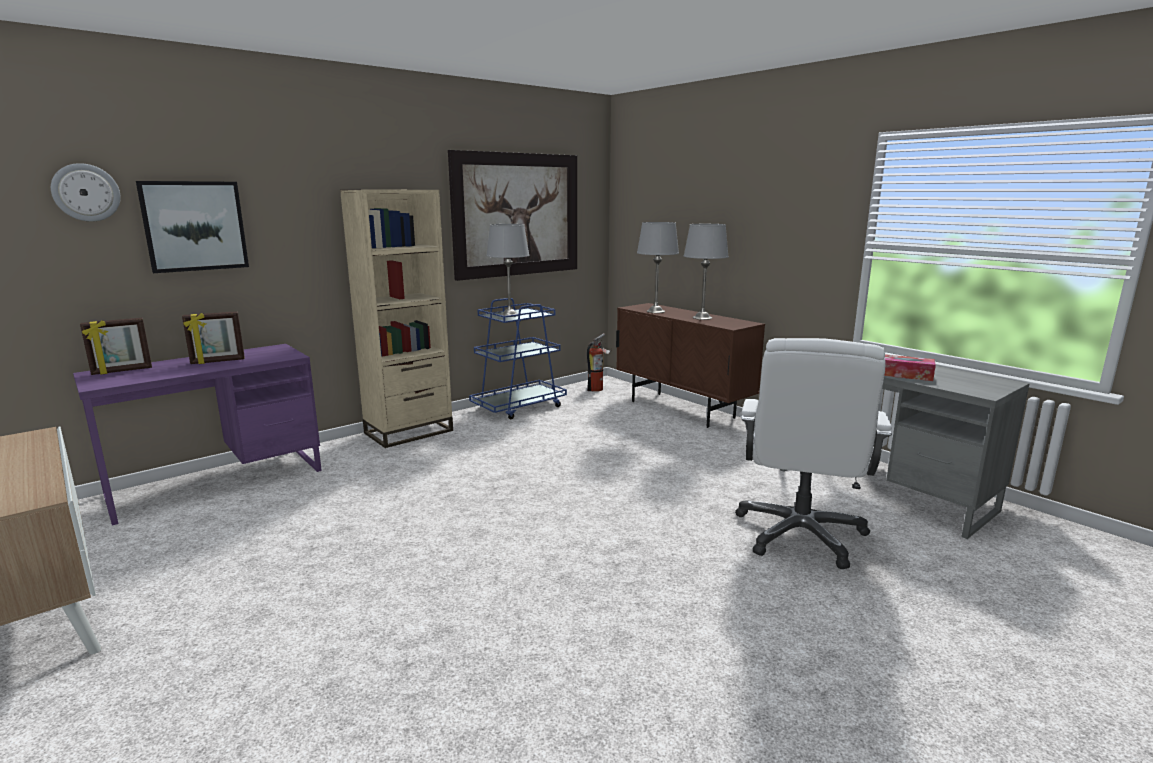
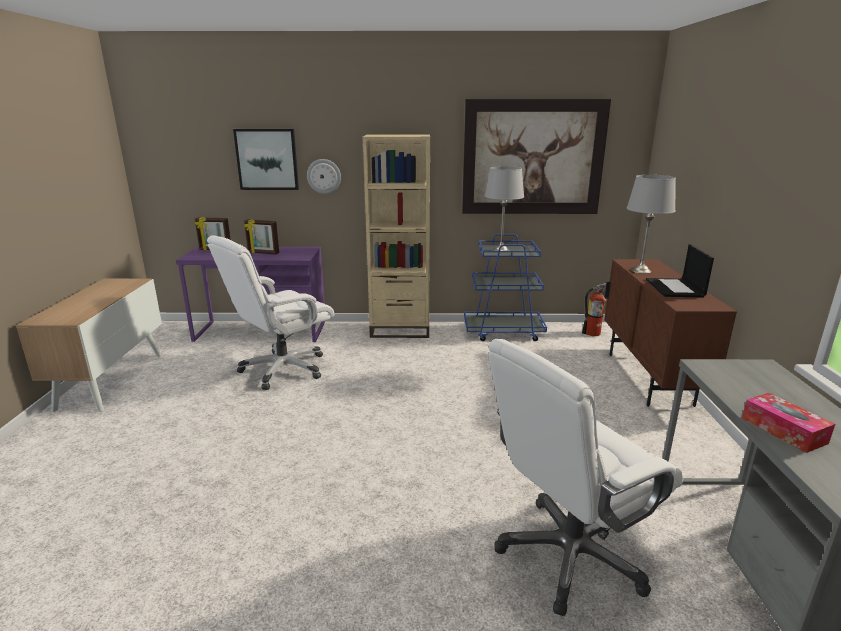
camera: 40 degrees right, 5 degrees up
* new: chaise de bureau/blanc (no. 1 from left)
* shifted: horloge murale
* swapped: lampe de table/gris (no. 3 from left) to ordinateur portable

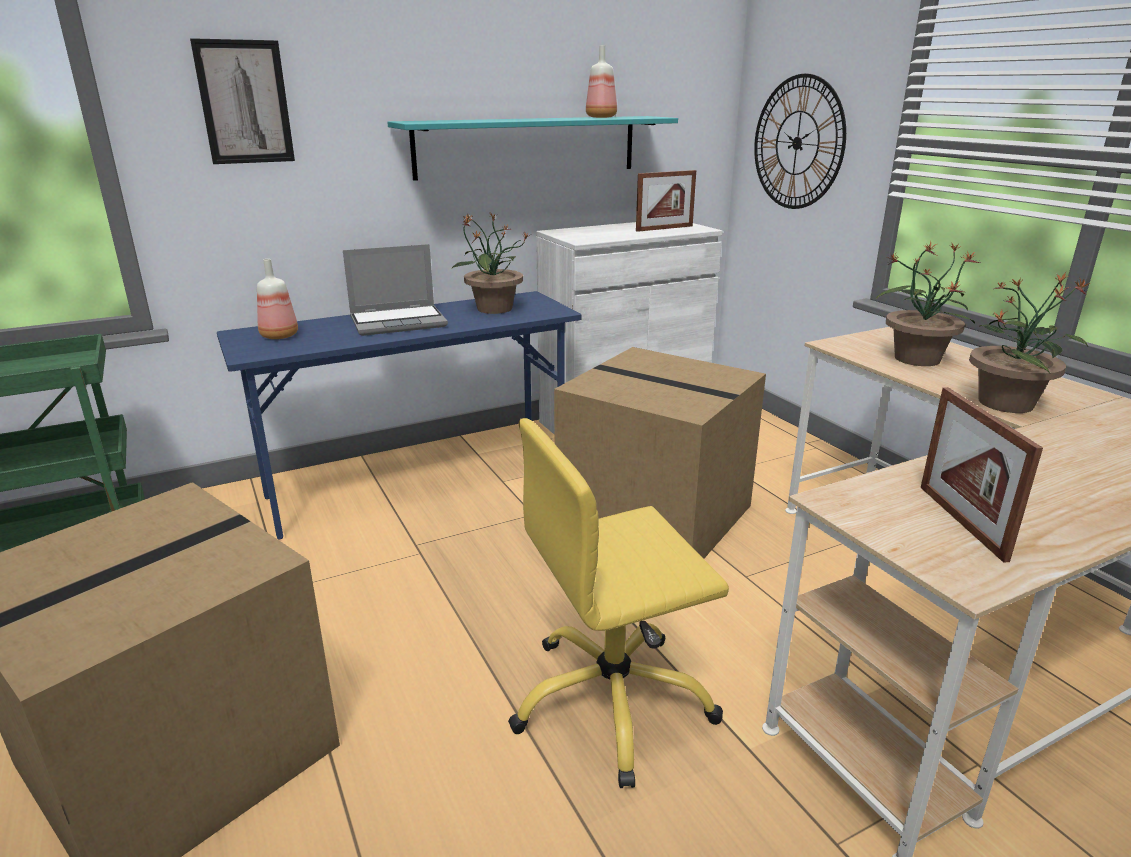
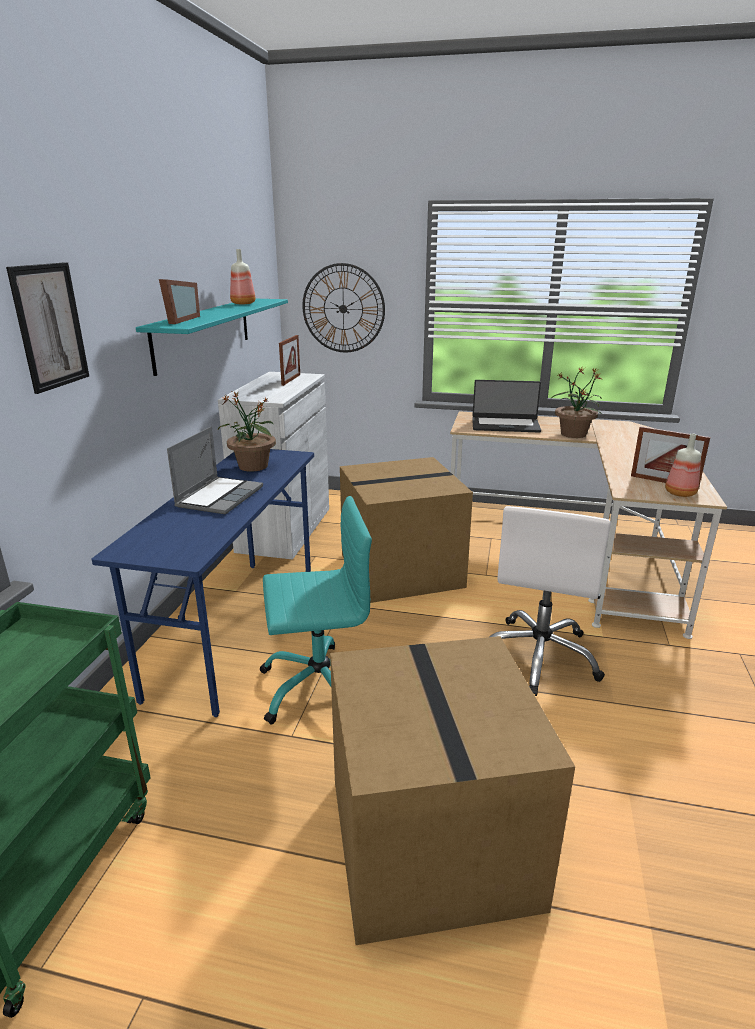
camera: 50 degrees left, 0 degrees up
* new: cadre photo (no. 1 from left)
* new: chaise de bureau/turquoise
* swapped: plante en pot (no. 2 from left) to ordinateur portable (no. 2 from left)
* repainted: chaise de bureau/jaune to chaise de bureau/blanc
* shifted: bouteille (no. 1 from left in the first image) to bouteille (no. 2 from left)

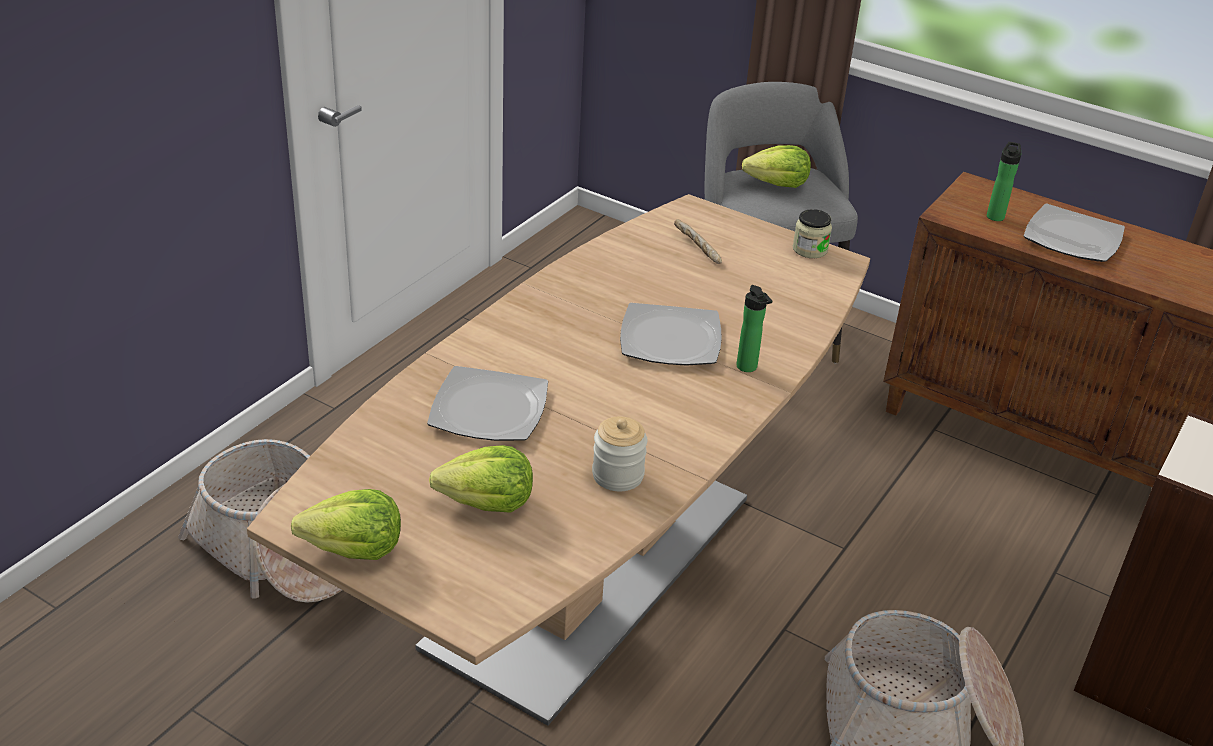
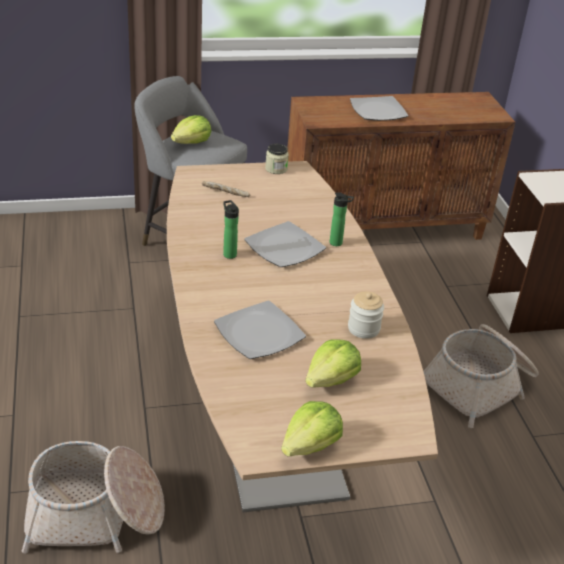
camera: 45 degrees left, 0 degrees up
* shifted: bouteille (no. 2 from left in the first image) to bouteille (no. 1 from left)

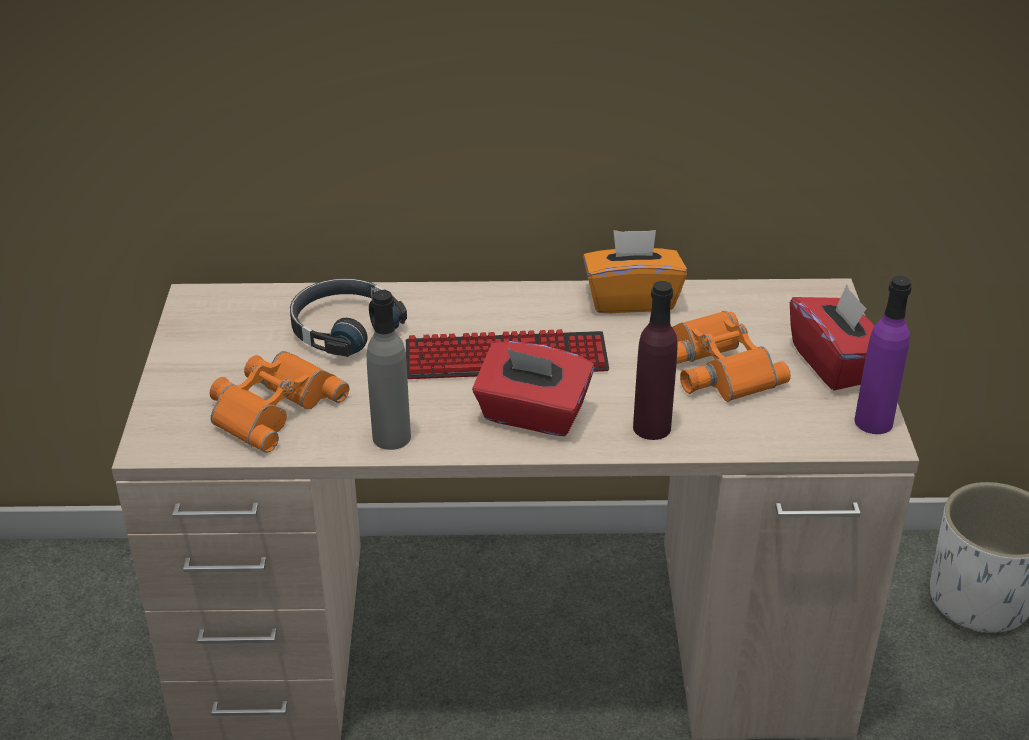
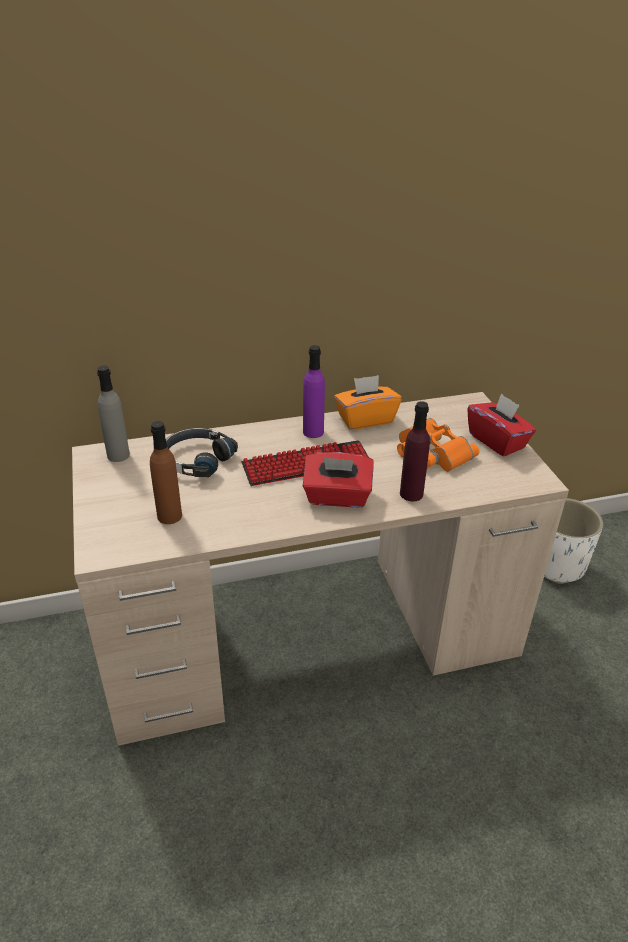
camera: 15 degrees left, 0 degrees up
* shifted: bouteille/gris
* swapped: jumelles/orange (no. 1 from left) to bouteille/marron
* shifted: bouteille/violet (no. 2 from left in the first image) to bouteille/violet (no. 1 from left)

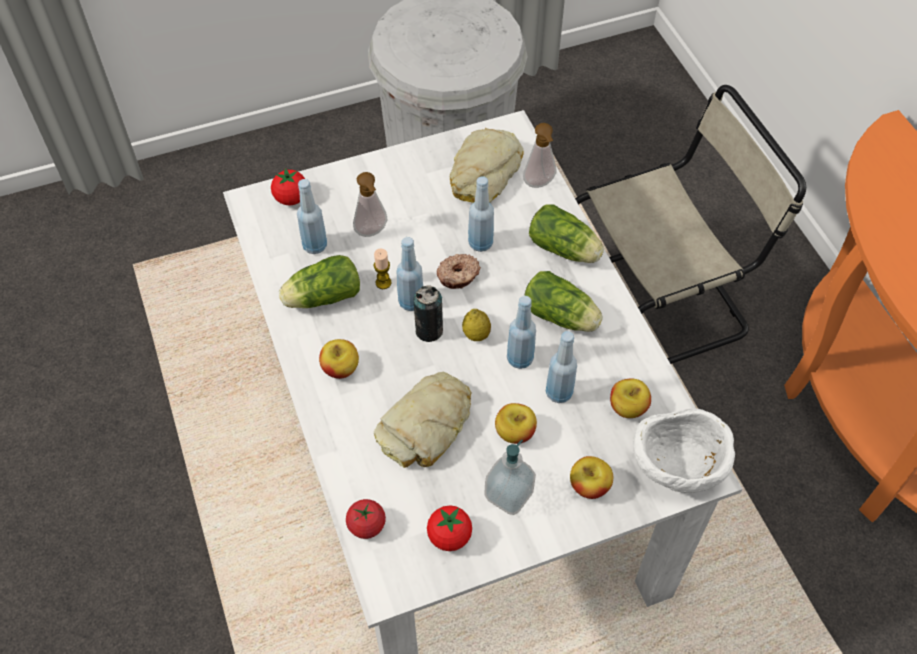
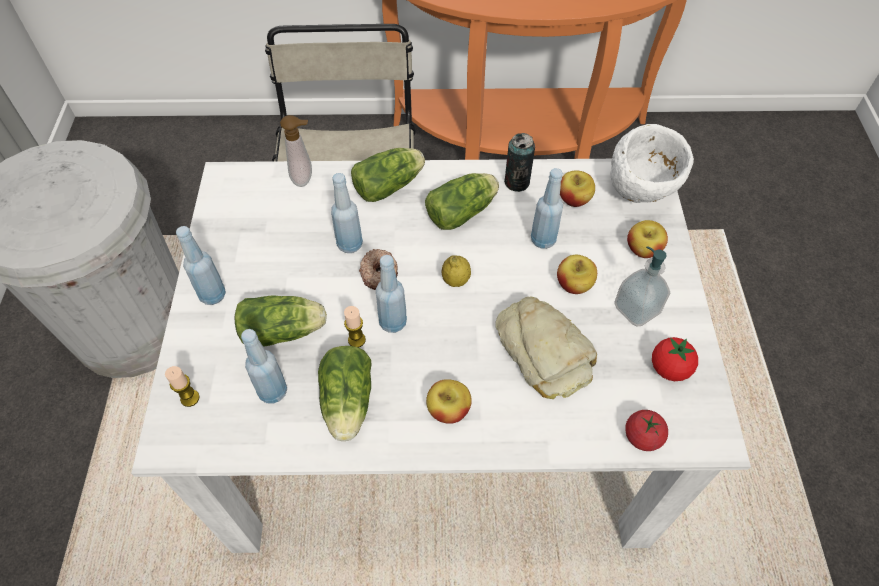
camera: 70 degrees left, 0 degrees up
* swapped: tomate (no. 1 from left) to bougie (no. 1 from left)
* shifted: bouteille/bleu (no. 4 from left in the first image) to bouteille/bleu (no. 1 from left)
* swapped: distributeur de savon (no. 1 from left) to laitue (no. 1 from left)
* shifted: boîte métallique
* gone: pain (no. 2 from left)

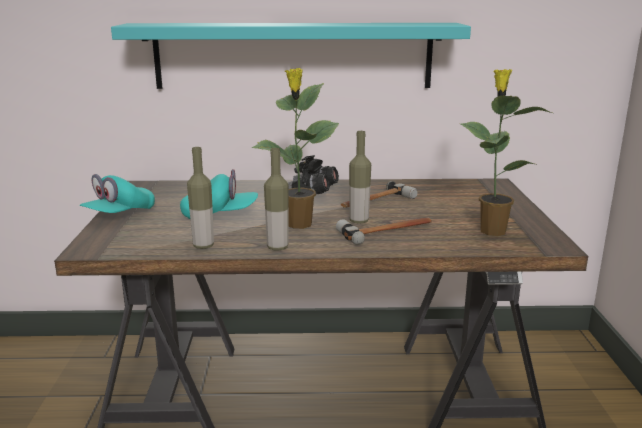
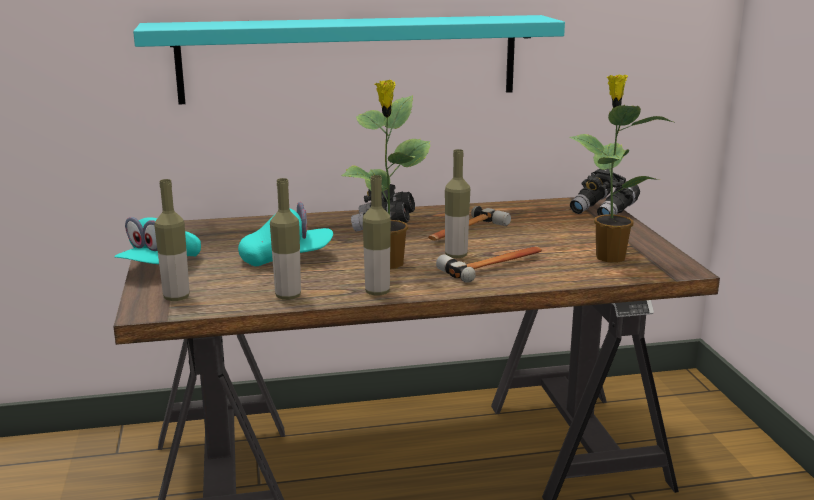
camera: 10 degrees left, 0 degrees up
* new: bouteille (no. 1 from left)
* new: jumelles/noir (no. 2 from left)

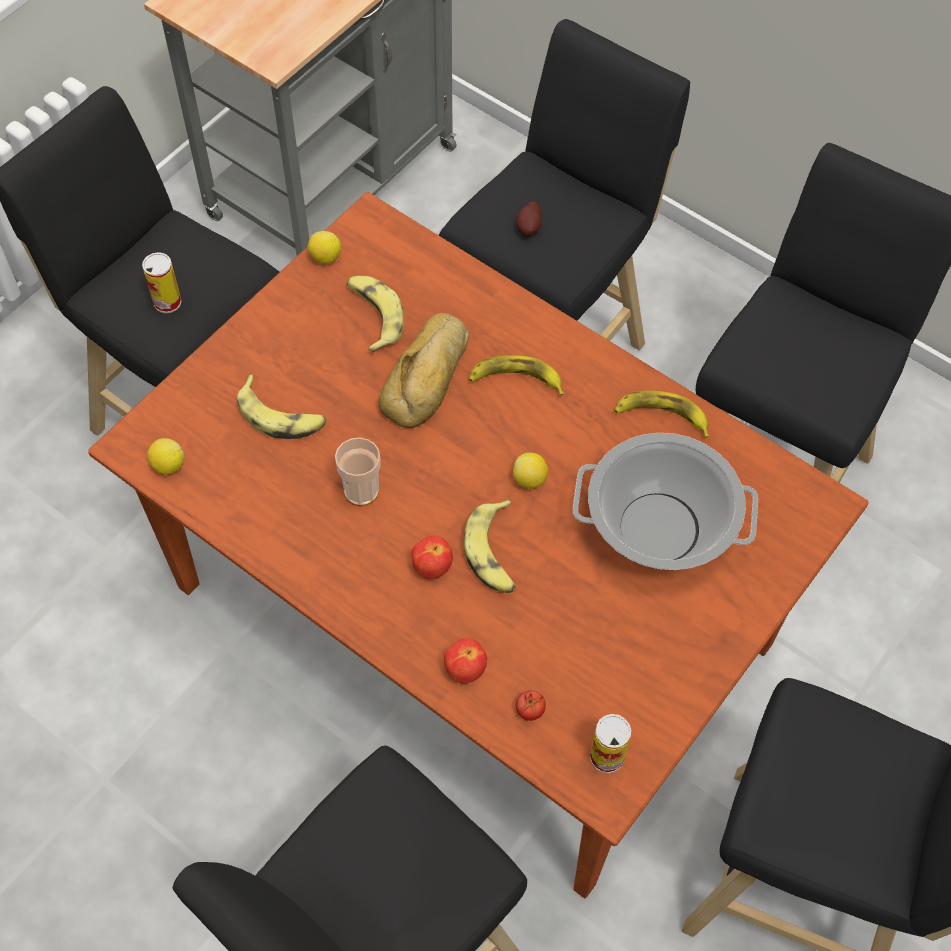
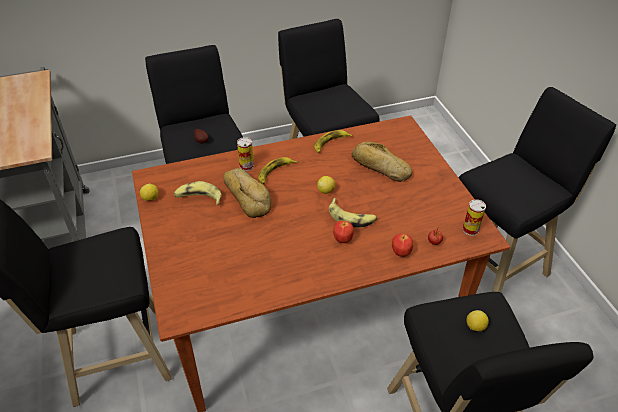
camera: 55 degrees left, 15 degrees down
* shifted: boîte métallique (no. 1 from left)
* swapped: marmite to pain (no. 2 from left)
* shifted: citron (no. 1 from left in the first image) to citron (no. 3 from left)
* gone: banane (no. 1 from left)
* gone: tasse

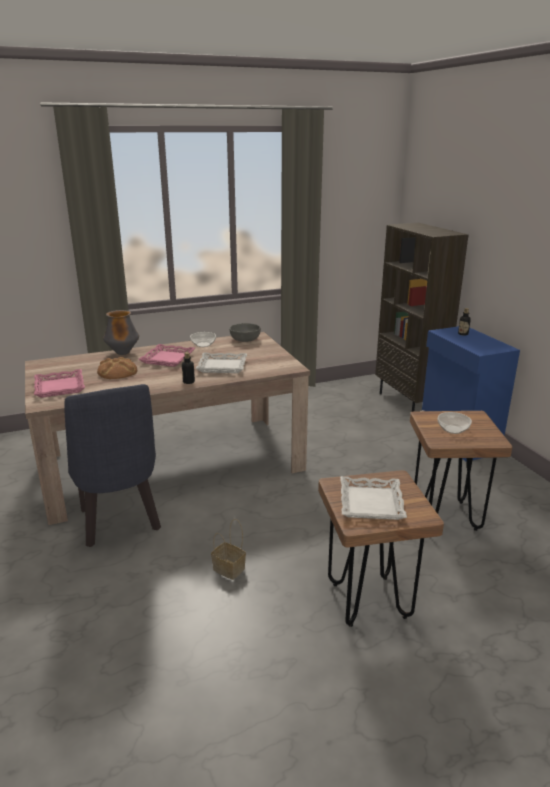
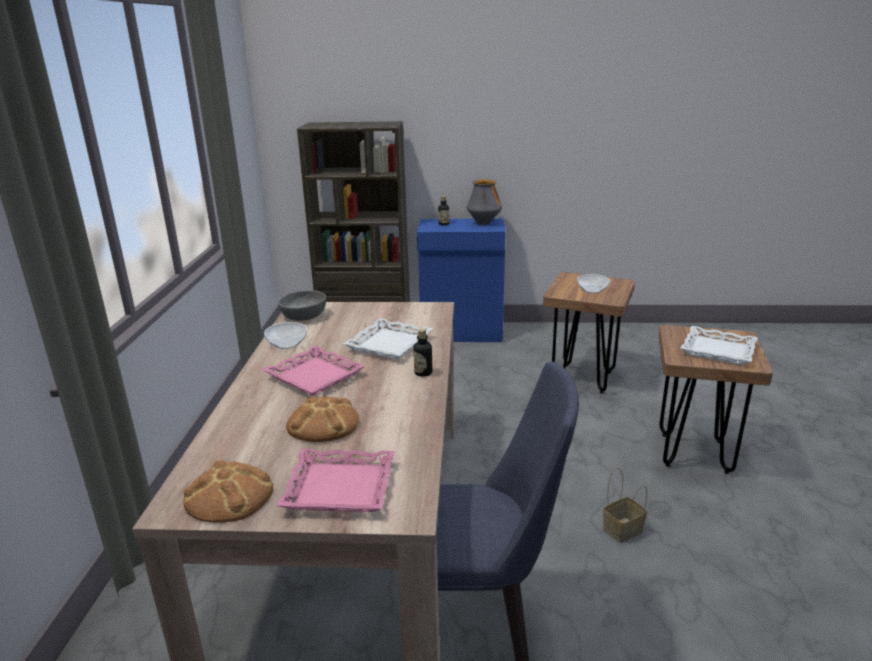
camera: 65 degrees left, 0 degrees up
* new: pain (no. 1 from left)
* shifted: vase

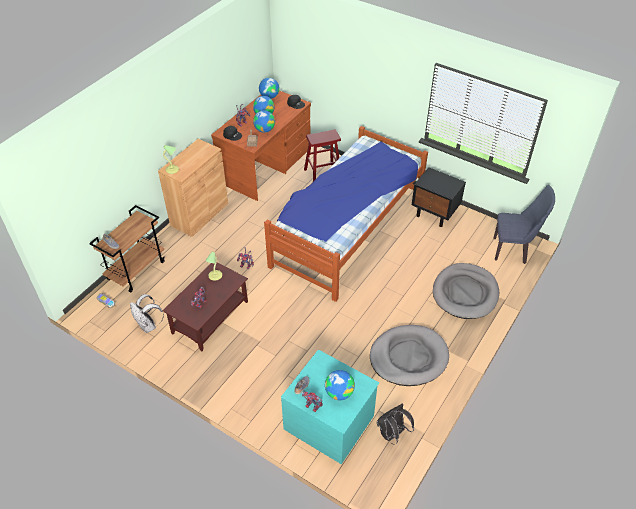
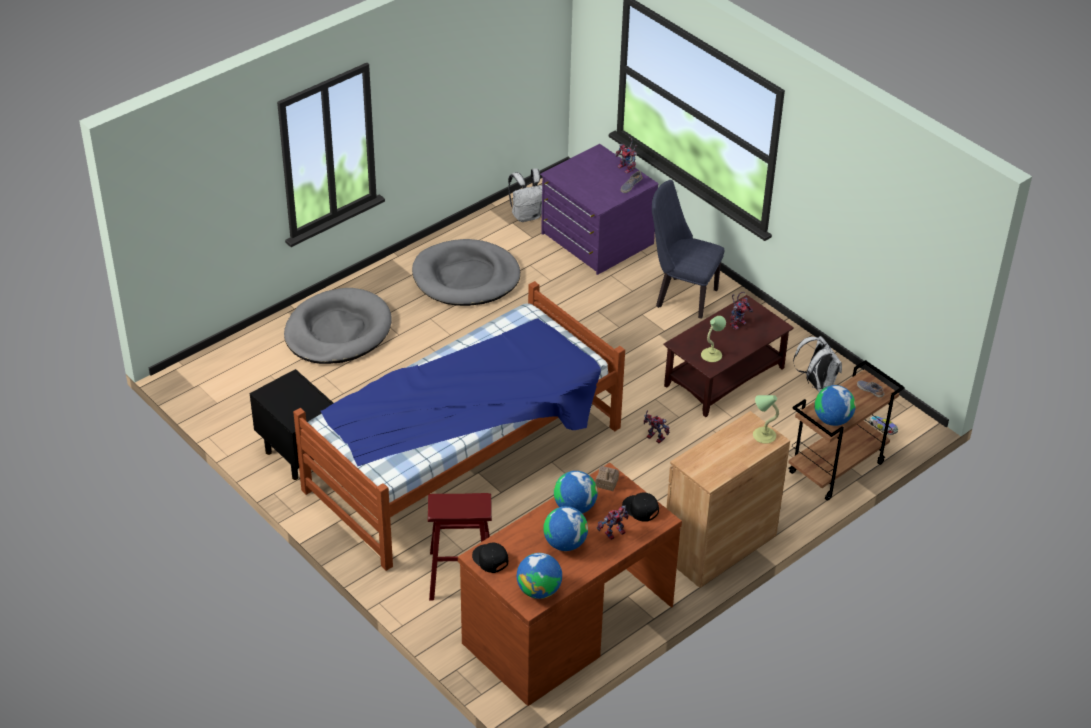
camera: 165 degrees left, 5 degrees down
* repainted: sac à dos/noir to sac à dos/blanc (no. 1 from left)
* repainted: commode/turquoise to commode/violet
* shifted: chaise/bleu
* shifted: globe (no. 4 from left)

